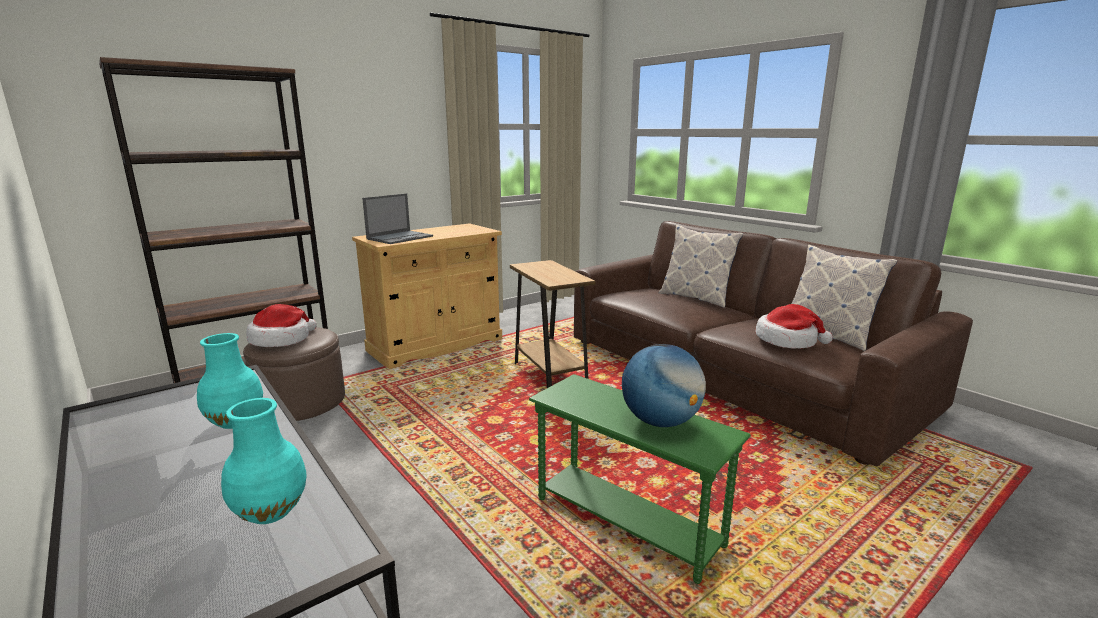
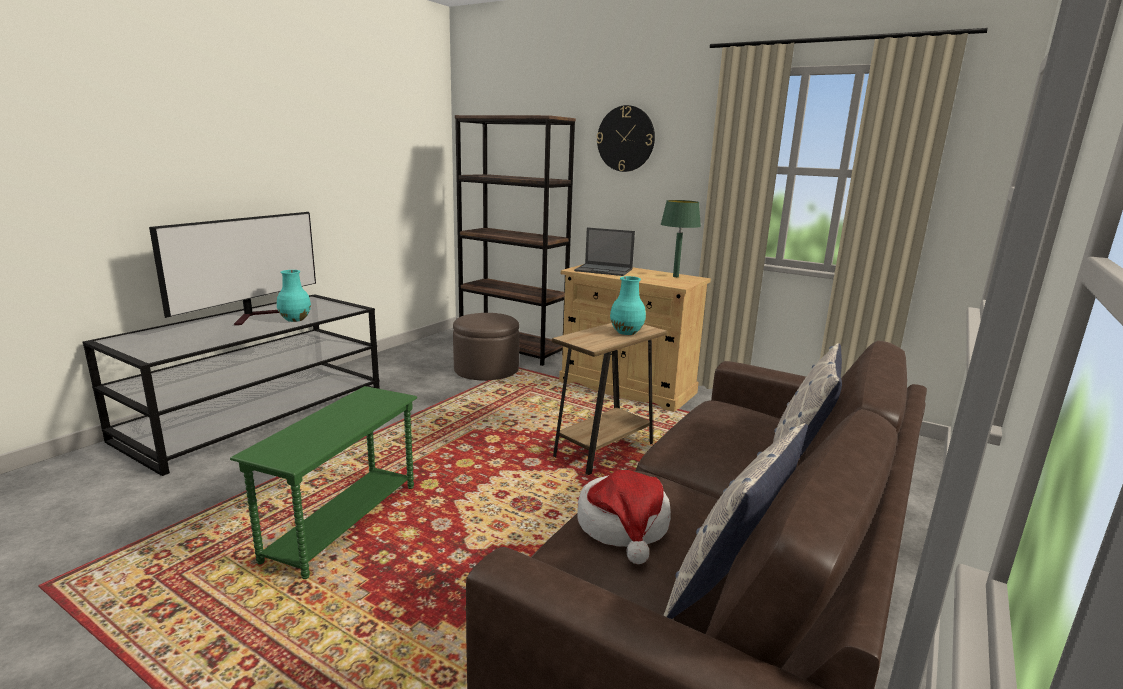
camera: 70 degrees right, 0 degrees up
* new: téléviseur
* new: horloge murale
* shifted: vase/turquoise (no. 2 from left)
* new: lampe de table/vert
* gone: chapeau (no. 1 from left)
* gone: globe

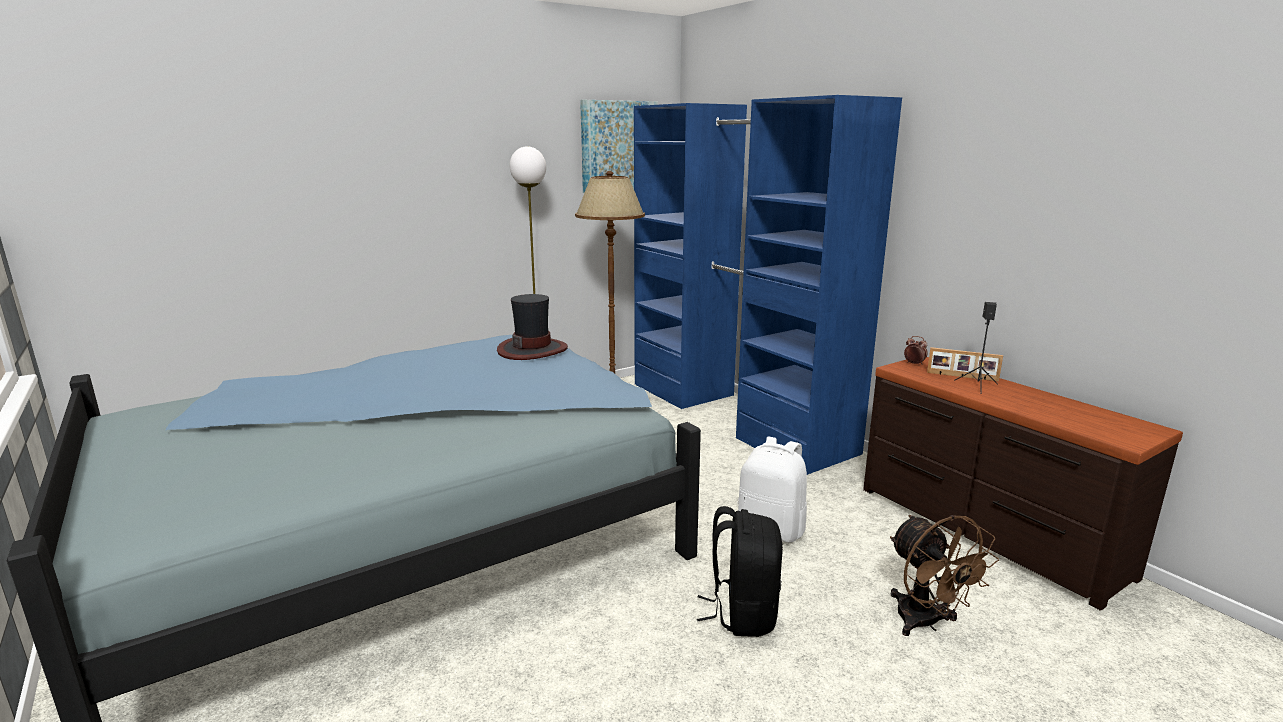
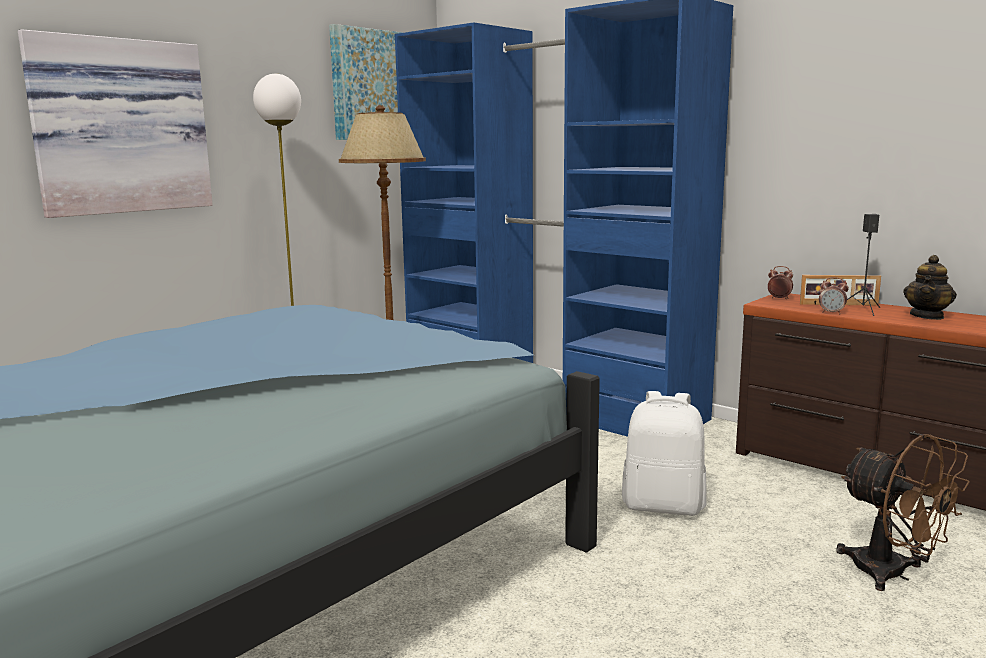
camera: 15 degrees left, 5 degrees down
* new: tableau (no. 1 from left)
* new: réveil (no. 2 from left)
* new: théière
* gone: chapeau
* gone: sac à dos/noir

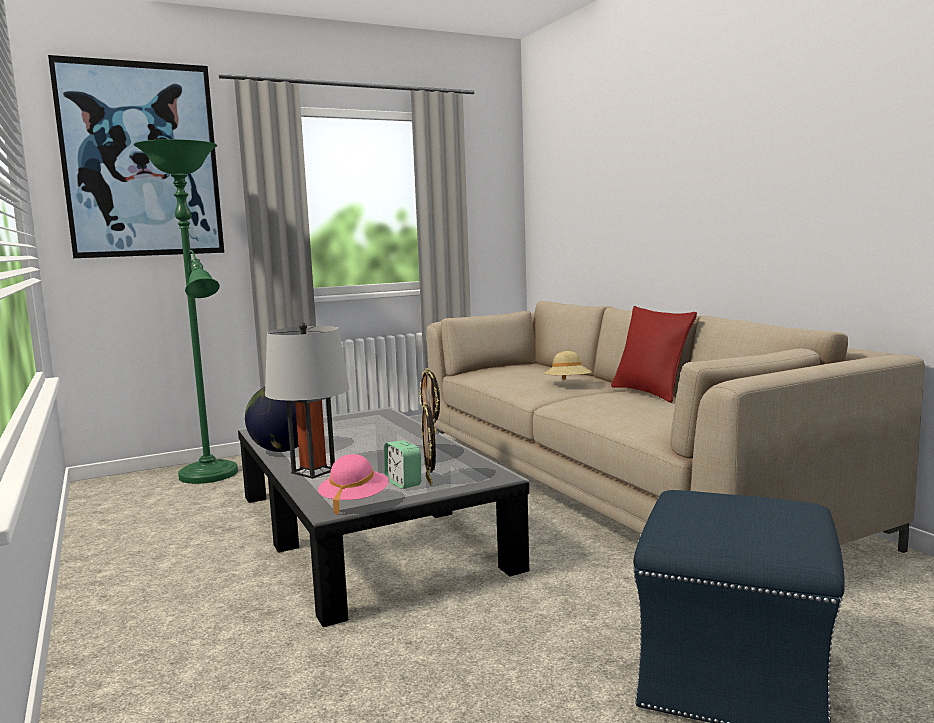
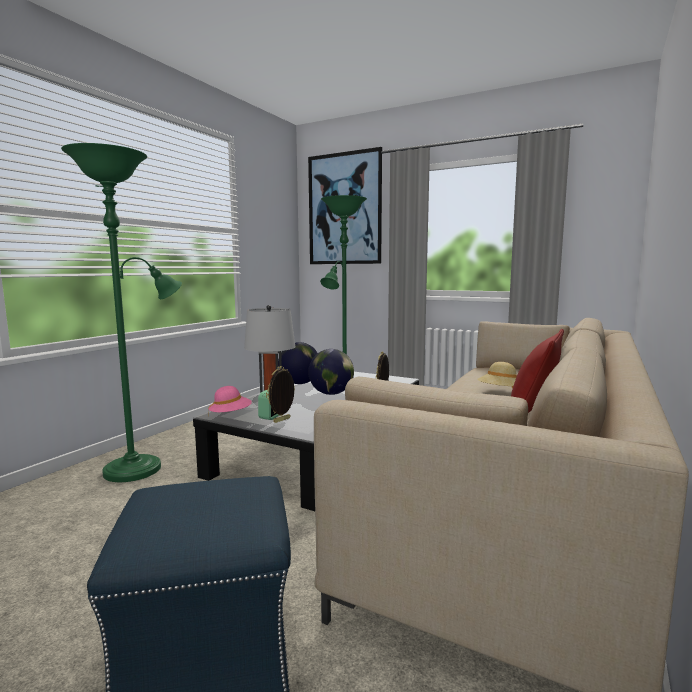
camera: 55 degrees right, 0 degrees up
* new: lampadaire/vert (no. 1 from left)
* new: globe (no. 2 from left)

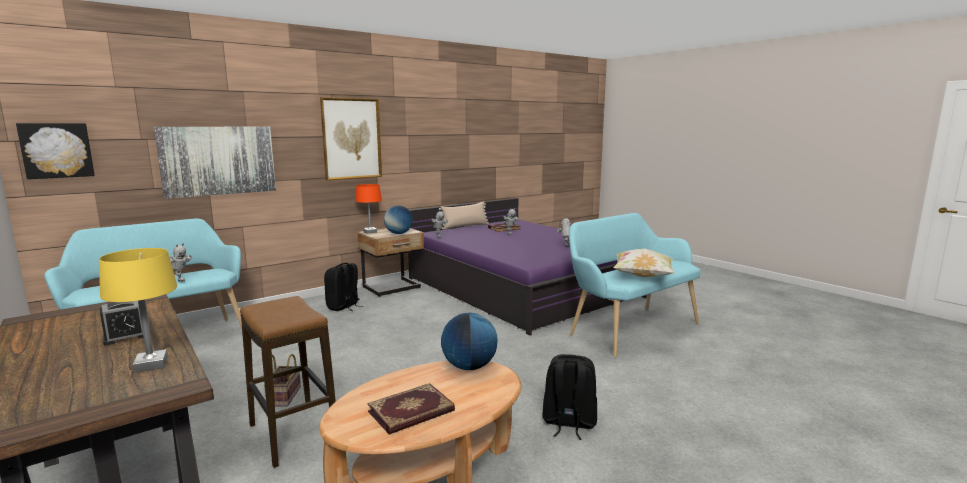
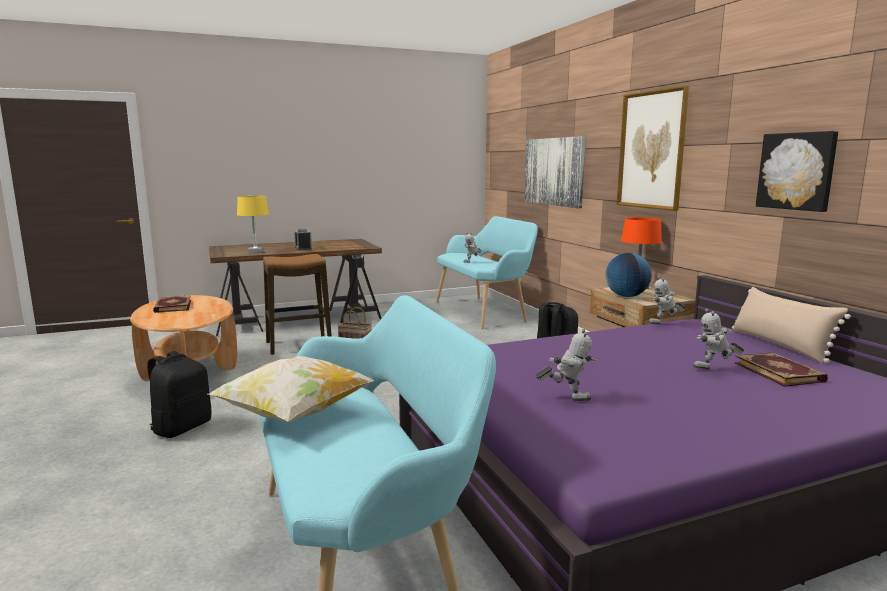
camera: 105 degrees right, 0 degrees up
* shifted: tableau (no. 1 from left in the first image) to tableau (no. 3 from left)
* gone: globe (no. 2 from left)

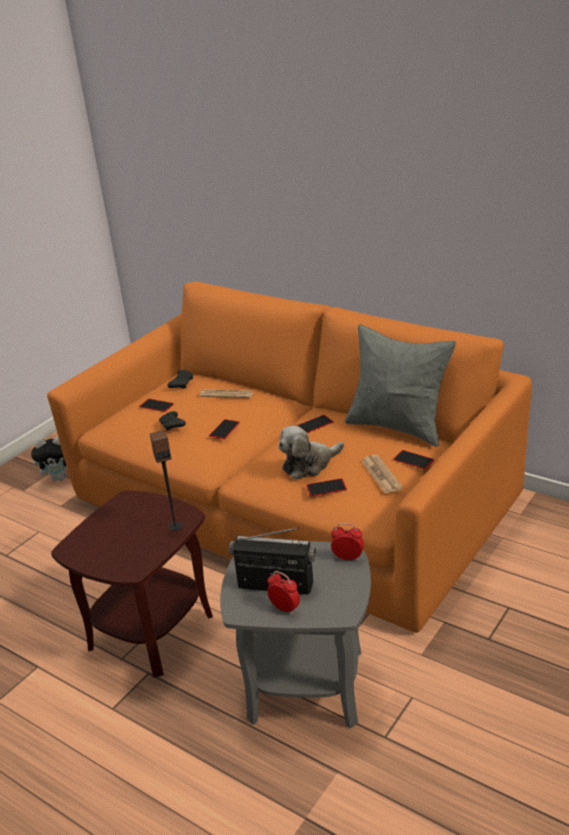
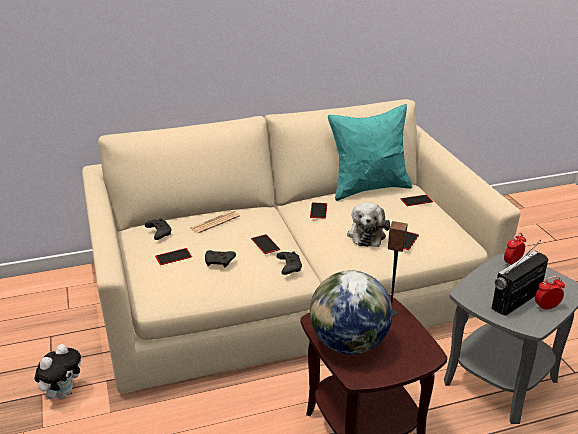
camera: 55 degrees left, 0 degrees up
* repainted: canapé/orange to canapé/beige
* new: manette/noir (no. 3 from left)
* new: globe
* repainted: coussin/gris to coussin/turquoise
* gone: journal (no. 2 from left)

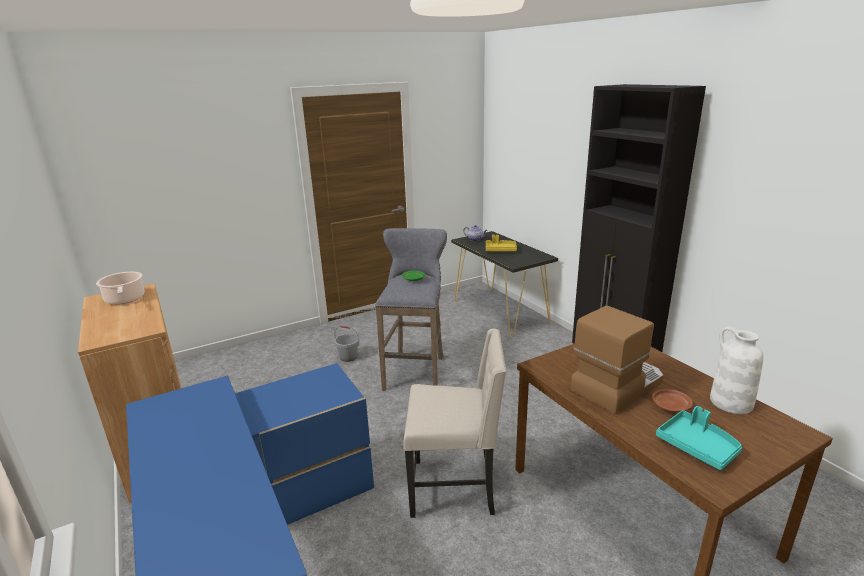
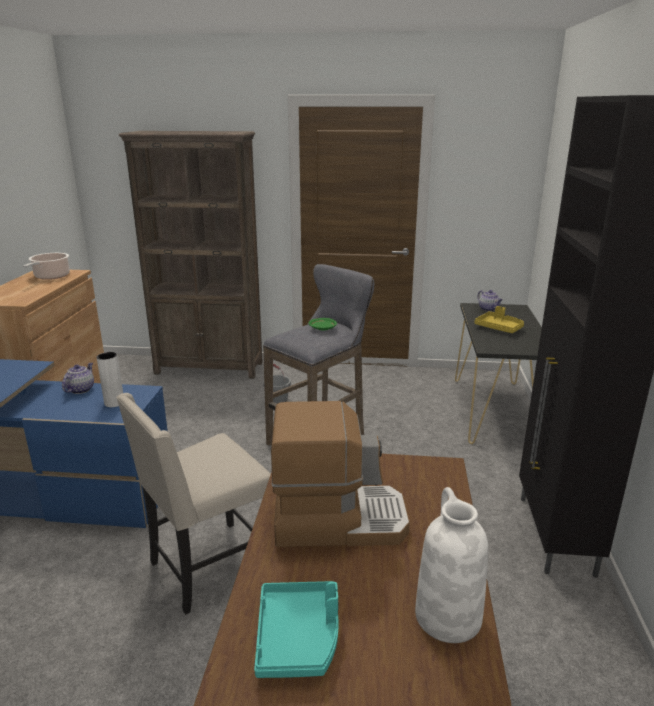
camera: 35 degrees right, 0 degrees up
* new: théière (no. 1 from left)
* new: vase/blanc (no. 1 from left)
* rotated: chaise/beige 105 degrees clockwise
* new: bibliothèque/marron
* gone: assiette/marron

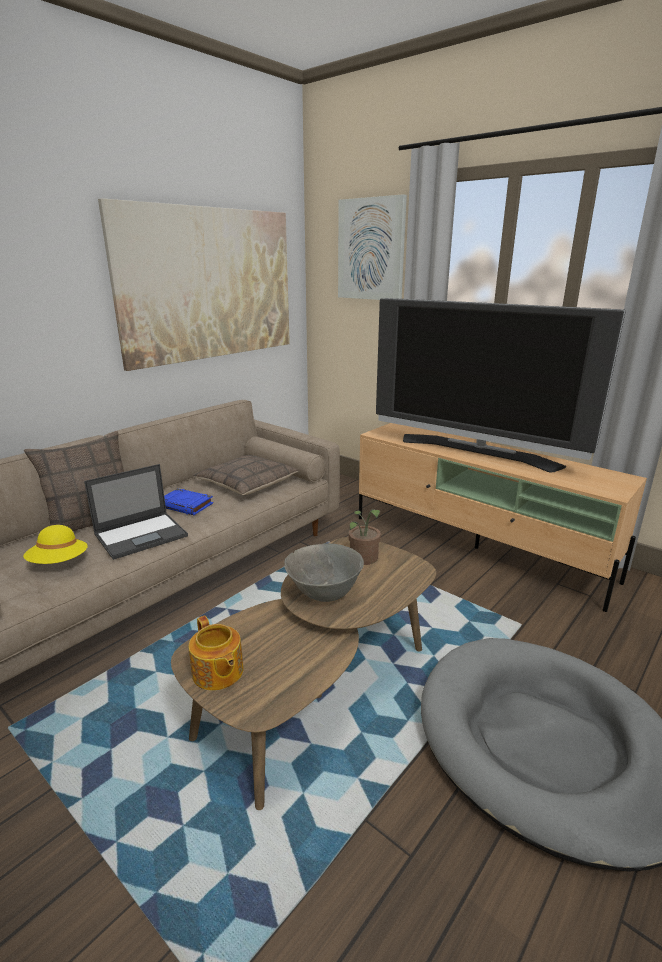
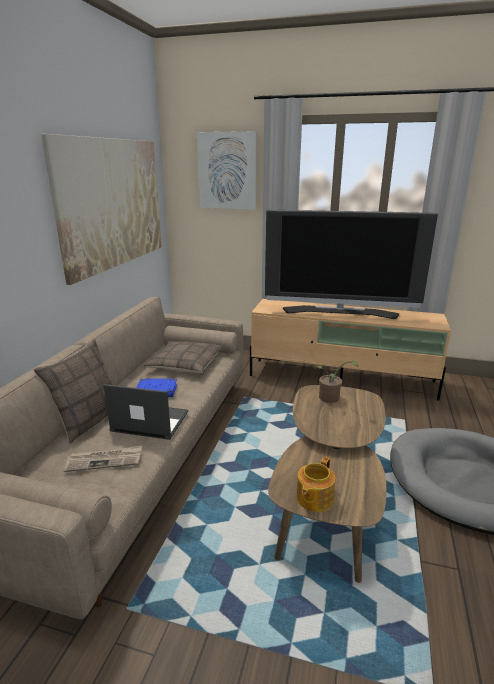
camera: 25 degrees left, 0 degrees up
* swapped: chapeau/jaune to journal
* rotated: ordinateur portable 105 degrees counterclockwise
* rotated: théière 90 degrees clockwise
* gone: bol/gris

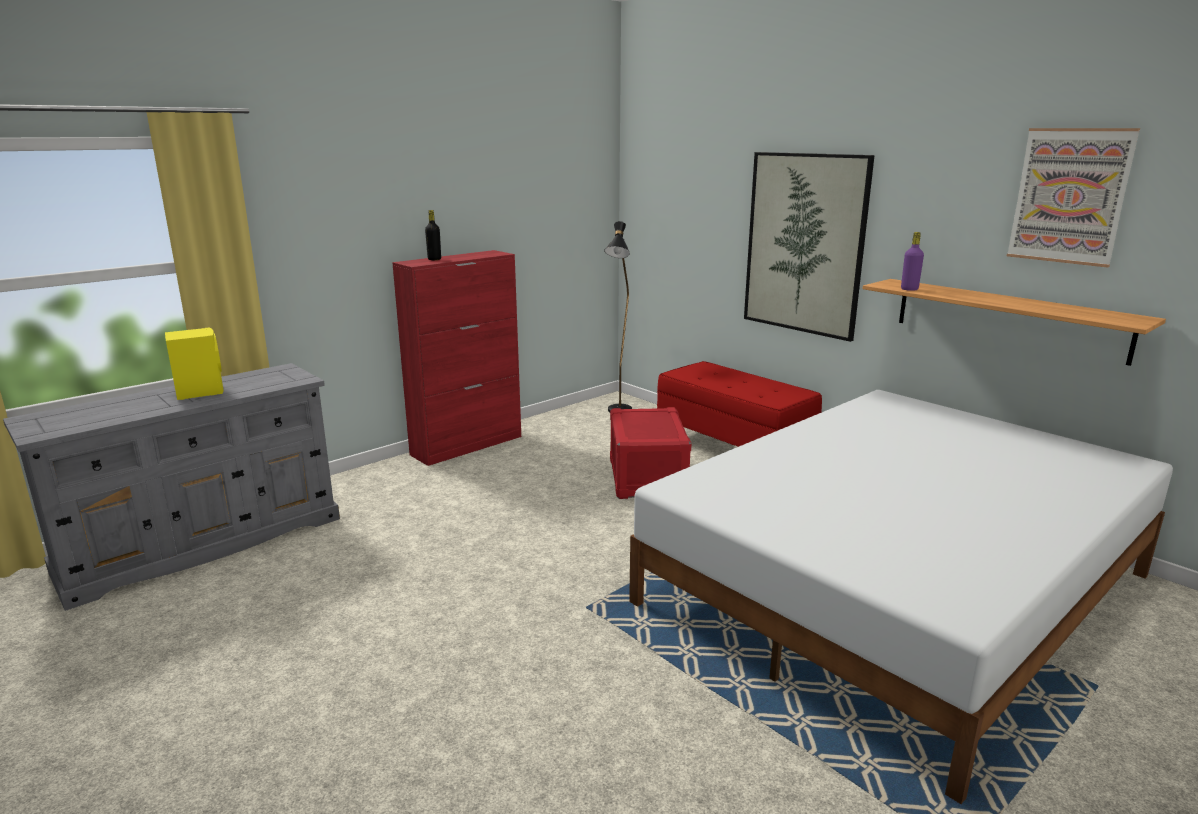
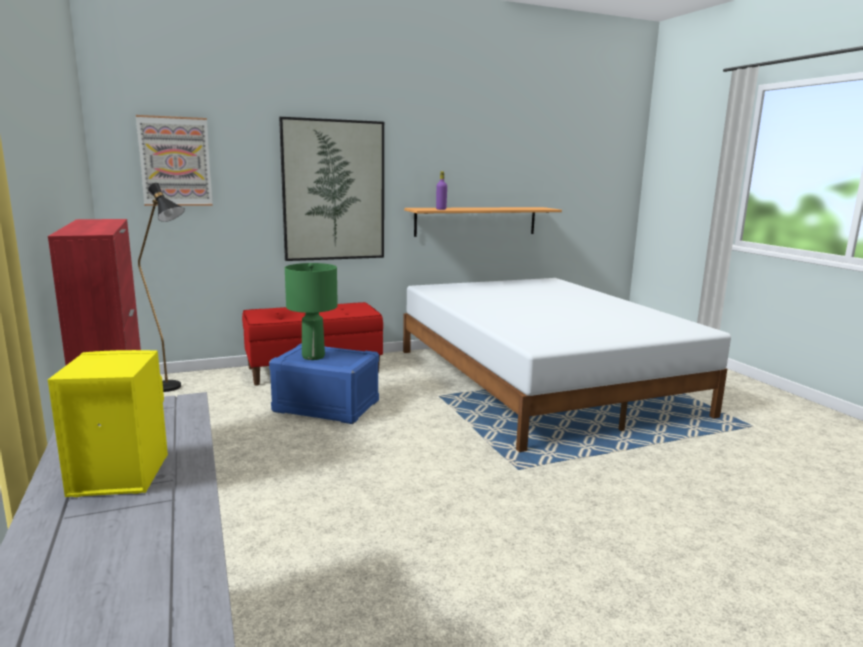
camera: 70 degrees left, 5 degrees down
* shifted: tableau (no. 2 from left in the first image) to tableau (no. 1 from left)
* repainted: boîte de rangement/rouge to boîte de rangement/bleu
* new: lampe de table/vert
* gone: bouteille/noir

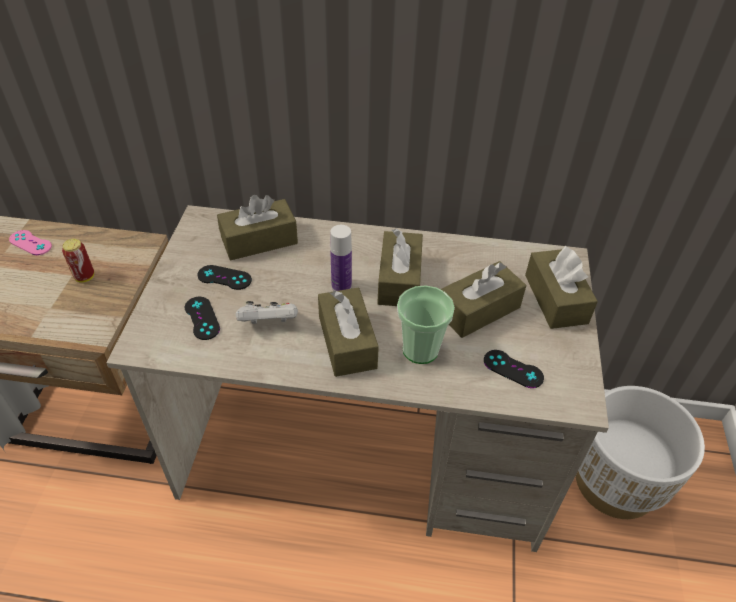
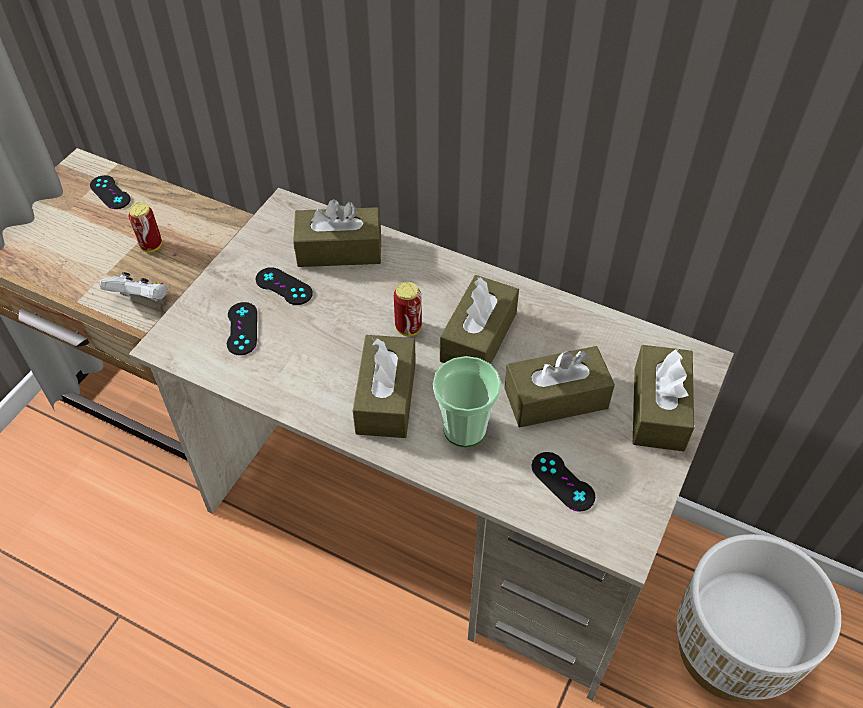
camera: 20 degrees right, 5 degrees up
* repainted: manette/rose to manette/noir (no. 1 from left)
* shifted: manette/blanc
* swapped: bouteille to boîte métallique (no. 2 from left)

